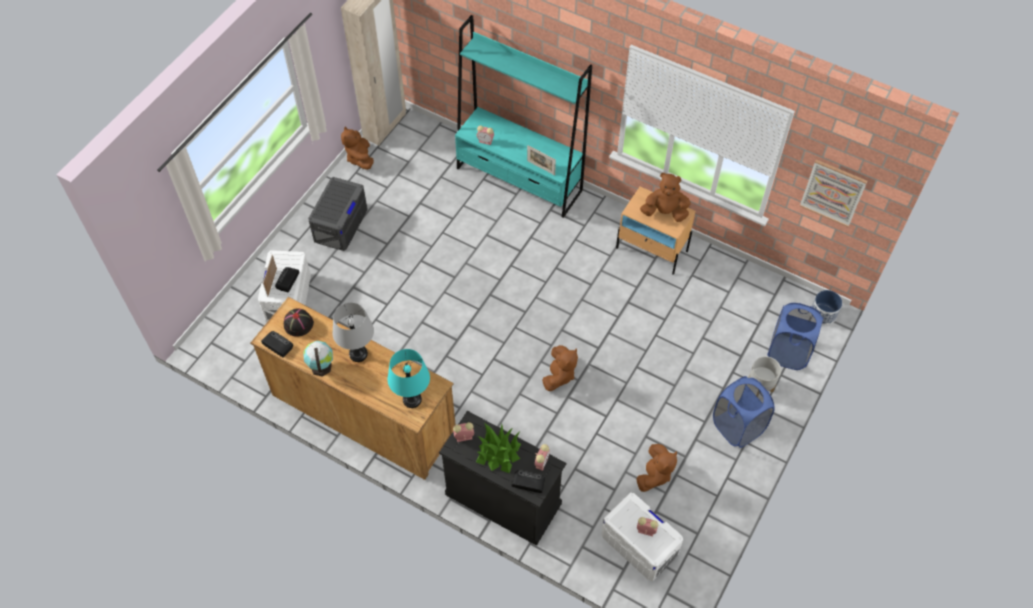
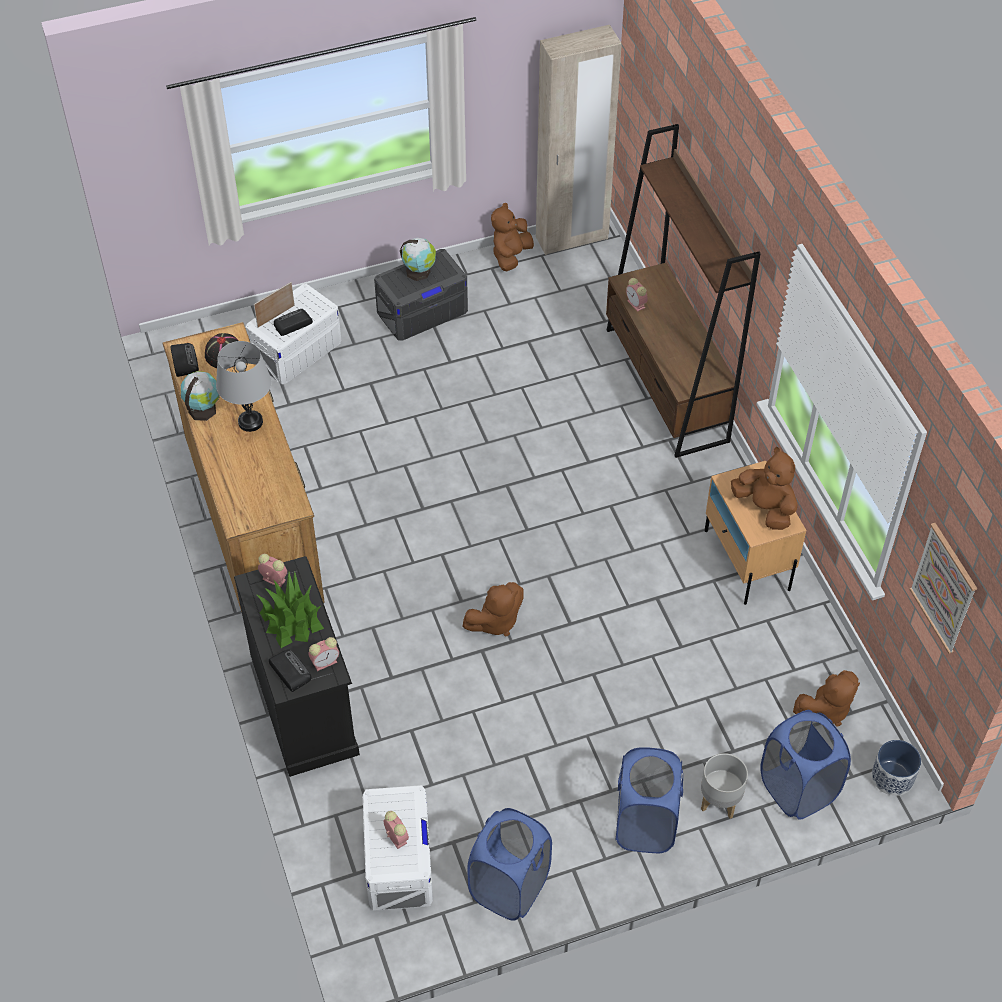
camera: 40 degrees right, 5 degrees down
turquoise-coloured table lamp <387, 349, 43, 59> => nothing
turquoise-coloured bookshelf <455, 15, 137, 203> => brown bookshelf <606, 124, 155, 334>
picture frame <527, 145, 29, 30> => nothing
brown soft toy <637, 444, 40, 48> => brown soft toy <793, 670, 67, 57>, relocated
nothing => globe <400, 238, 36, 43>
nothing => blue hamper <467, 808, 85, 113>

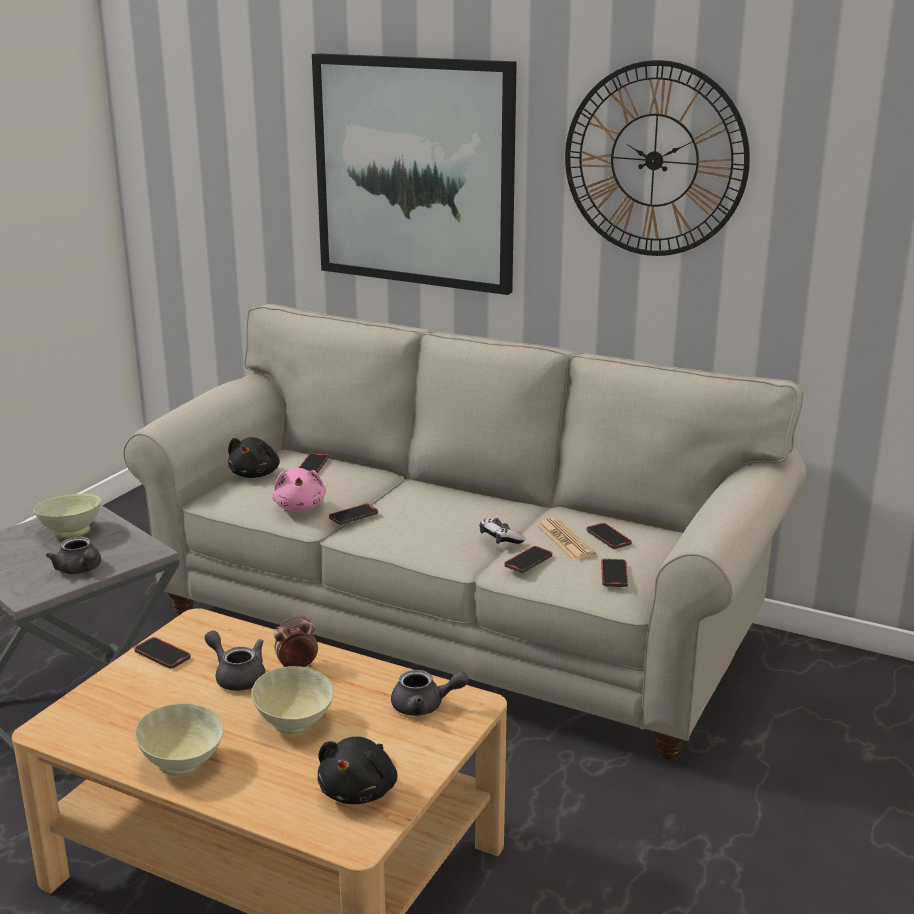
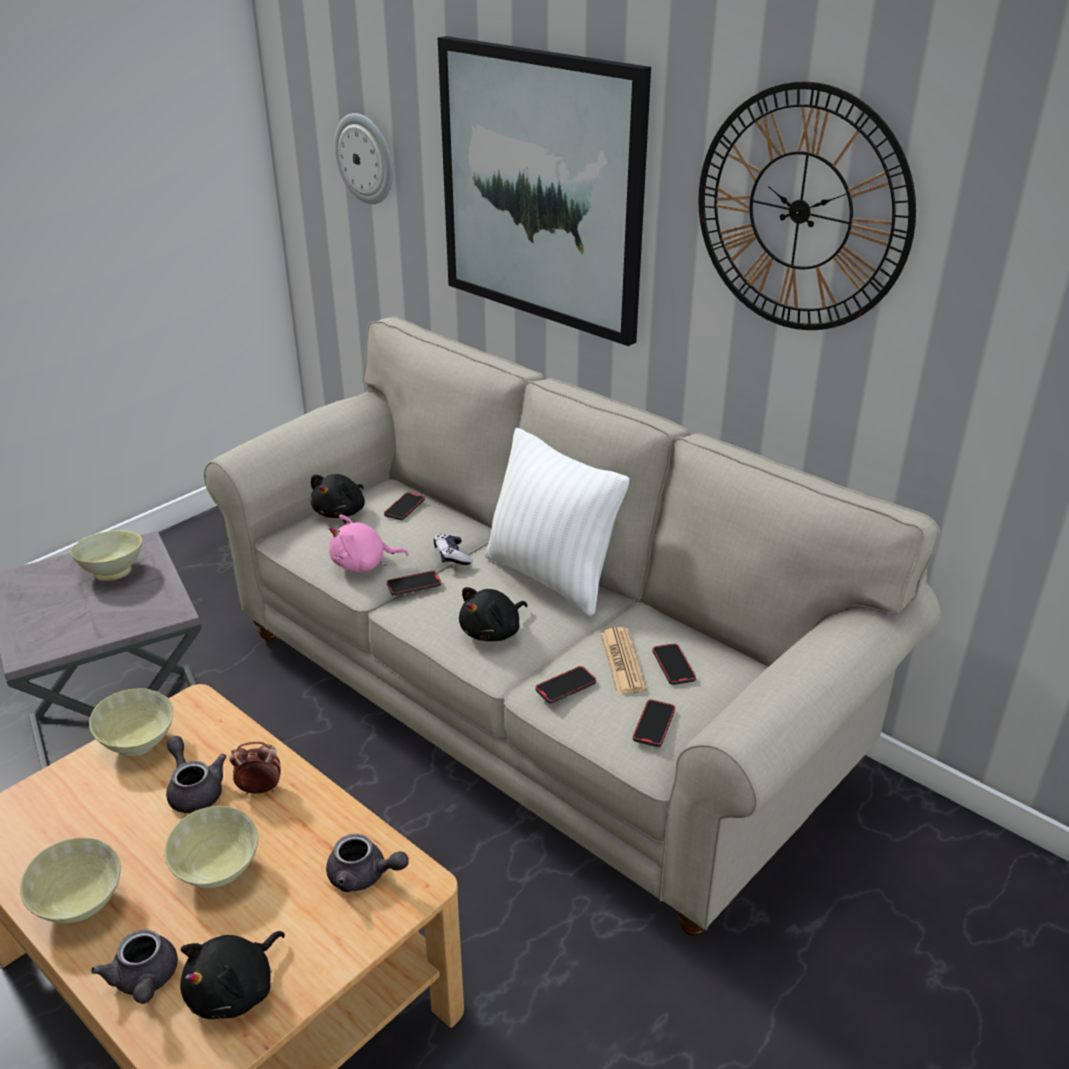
camera: 15 degrees right, 10 degrees up
gray pot for tea <46, 537, 55, 37> => gray pot for tea <91, 930, 87, 74>, relocated
phone <134, 637, 57, 32> => beige-coloured serving bowl <89, 688, 84, 69>
pink soft toy <272, 468, 54, 44> => pink soft toy <329, 515, 80, 57>, 75 degrees clockwise
joypad <479, 518, 46, 26> => joypad <434, 534, 39, 31>, relocated
nothing => hanging clock <334, 113, 59, 91>
nothing => black-coloured soft toy <459, 587, 69, 54>
nothing => white pillow <485, 428, 145, 188>

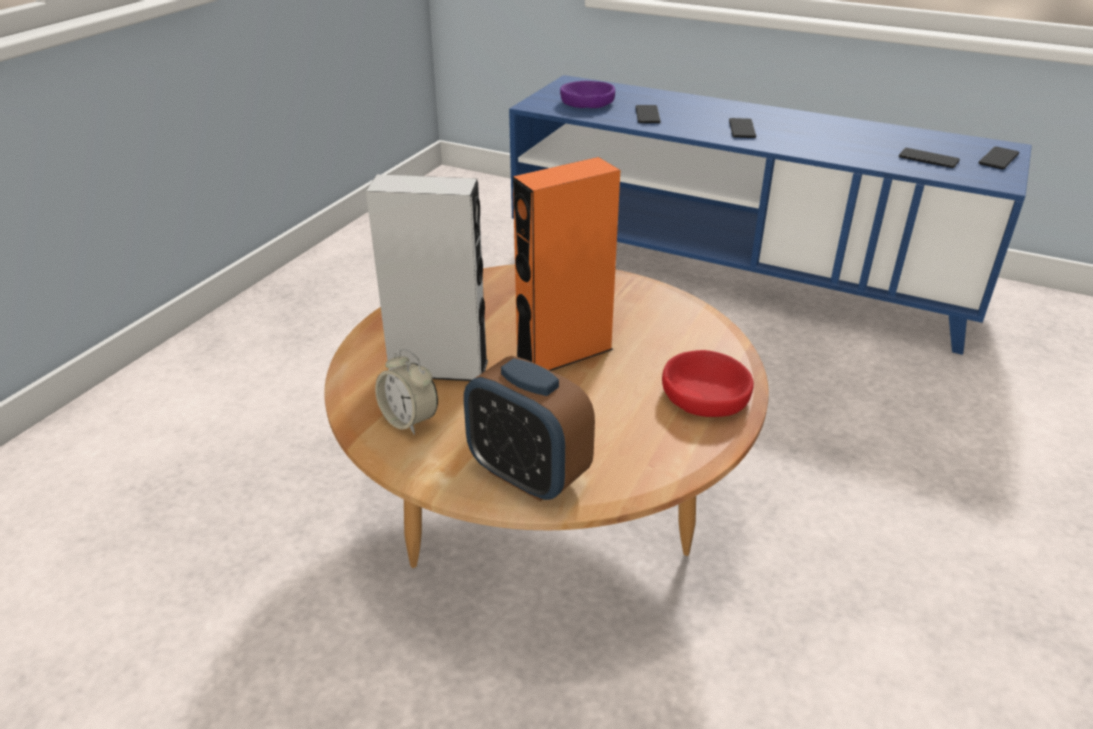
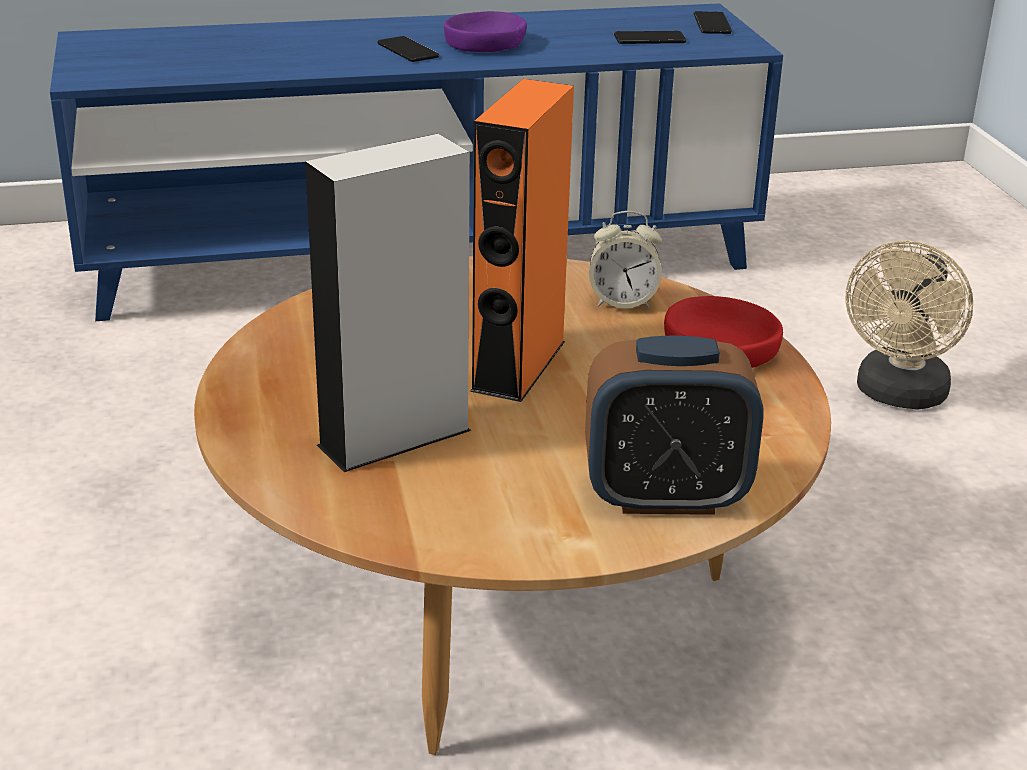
camera: 40 degrees left, 5 degrees down
table clock <375, 349, 63, 86> => table clock <589, 211, 73, 98>, relocated
purple serving bowl <560, 81, 55, 27> => purple serving bowl <444, 11, 83, 41>, relocated
phone <636, 105, 25, 18> => nothing
nothing => beige-coloured cooling fan <845, 240, 128, 170>

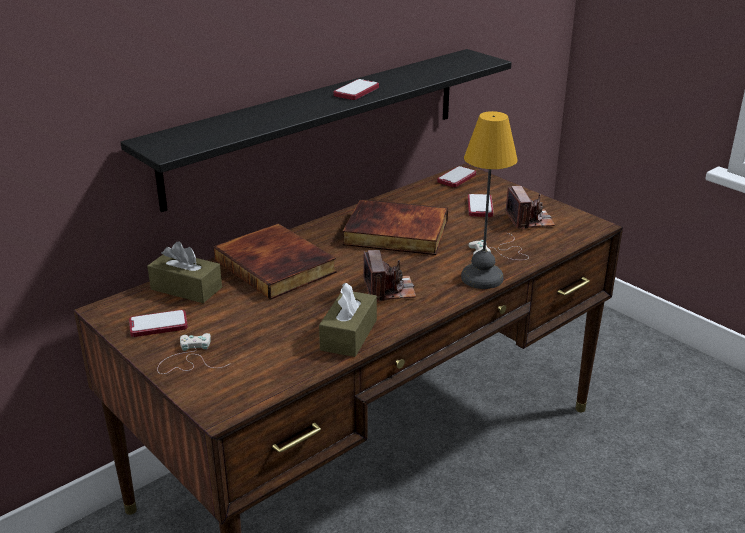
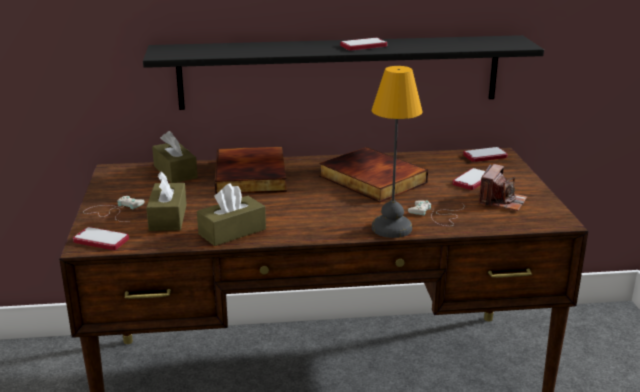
camera: 35 degrees right, 5 degrees down
phone <129, 310, 59, 27> => phone <73, 227, 56, 23>, relocated
photo camera <363, 250, 53, 52> => nothing
nothing => brown tissue box <146, 171, 41, 60>

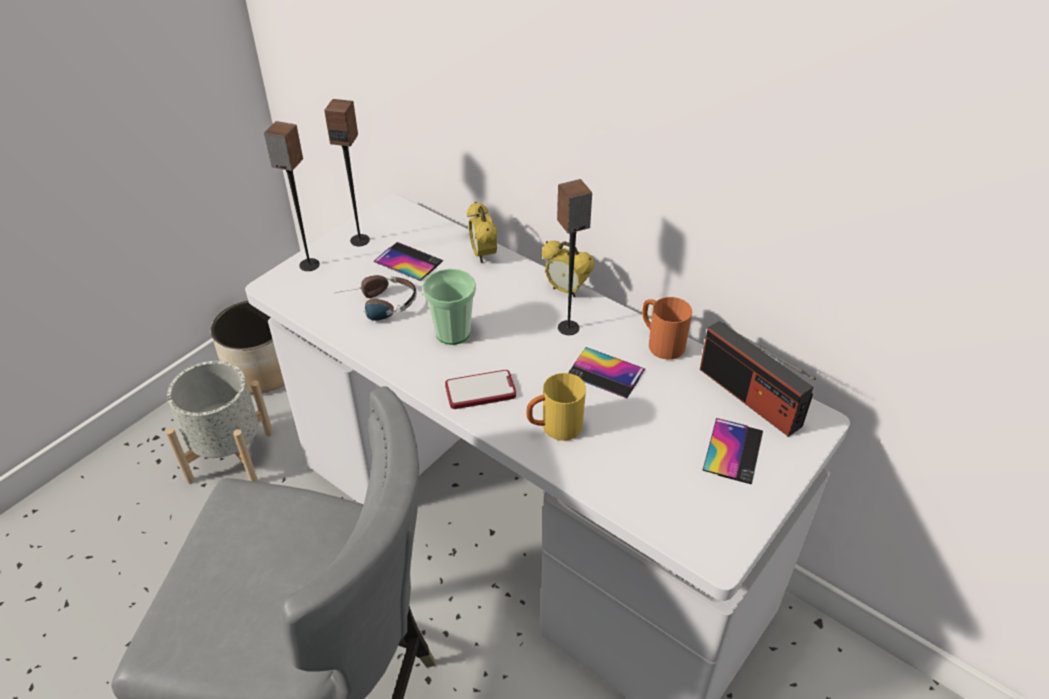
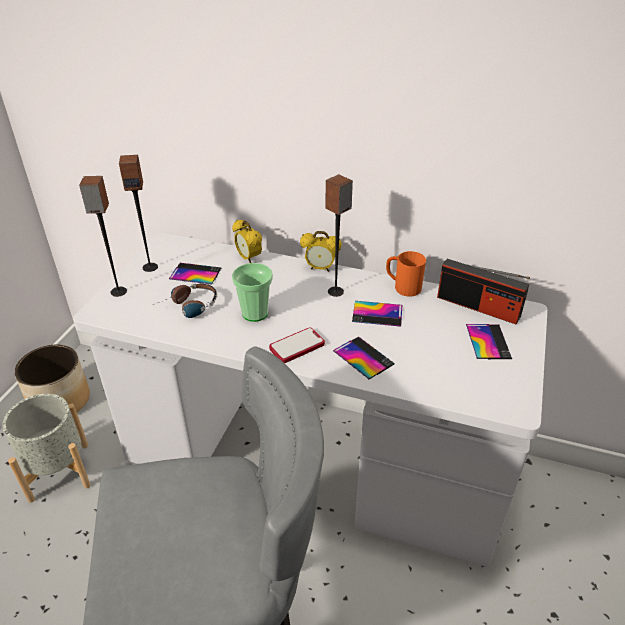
camera: 20 degrees left, 5 degrees down
yellow mug <527, 373, 59, 68> => phone <333, 337, 62, 42>

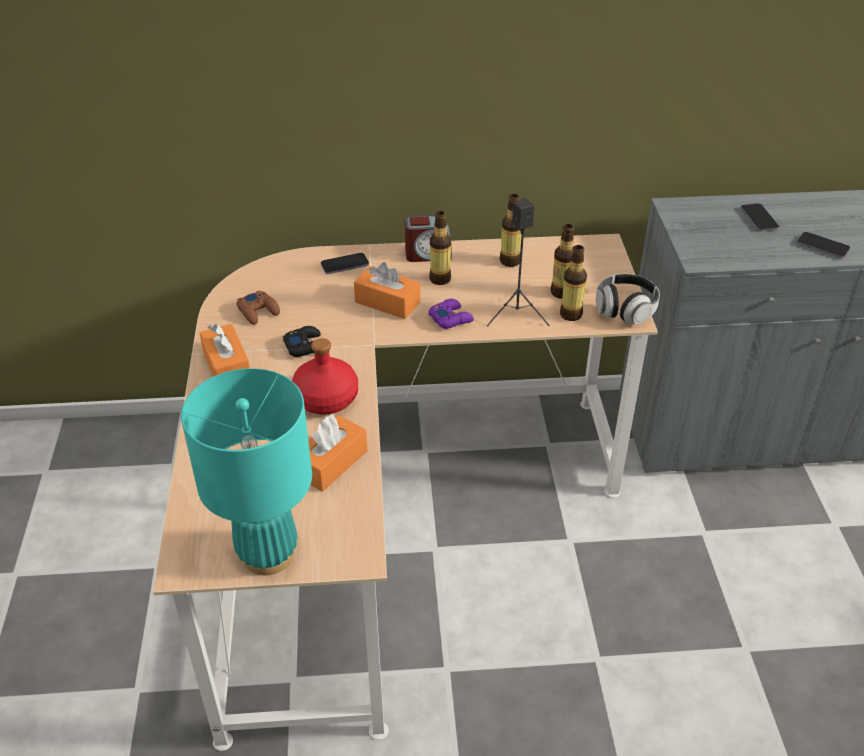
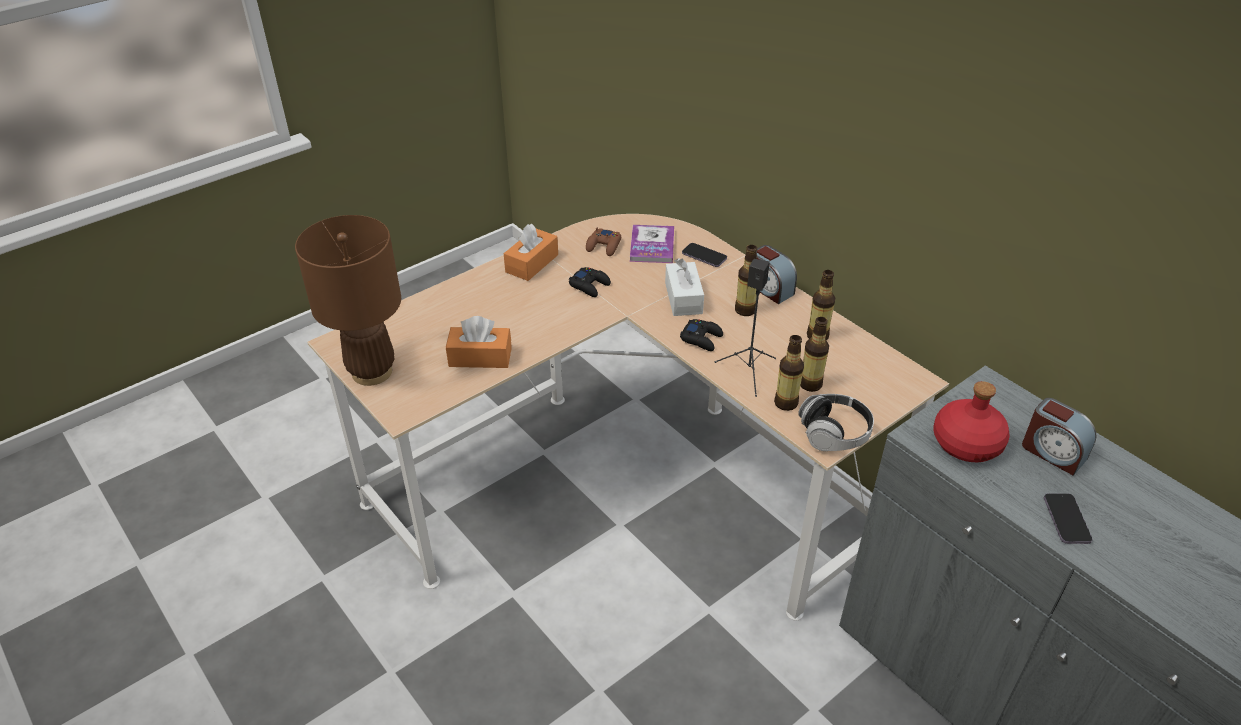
camera: 55 degrees right, 0 degrees up
turquoise-coloured table lamp <181, 368, 131, 207> => brown table lamp <295, 215, 106, 171>
red beverage bottle <292, 338, 66, 77> => red beverage bottle <933, 381, 77, 81>, relocated
orange tissue box <354, 262, 66, 57> => white tissue box <665, 258, 39, 58>
purple joypad <428, 299, 46, 30> => black-coloured joypad <680, 319, 43, 32>
phone <741, 203, 38, 28> => table clock <1022, 398, 75, 78>
nothing => book <630, 225, 44, 38>

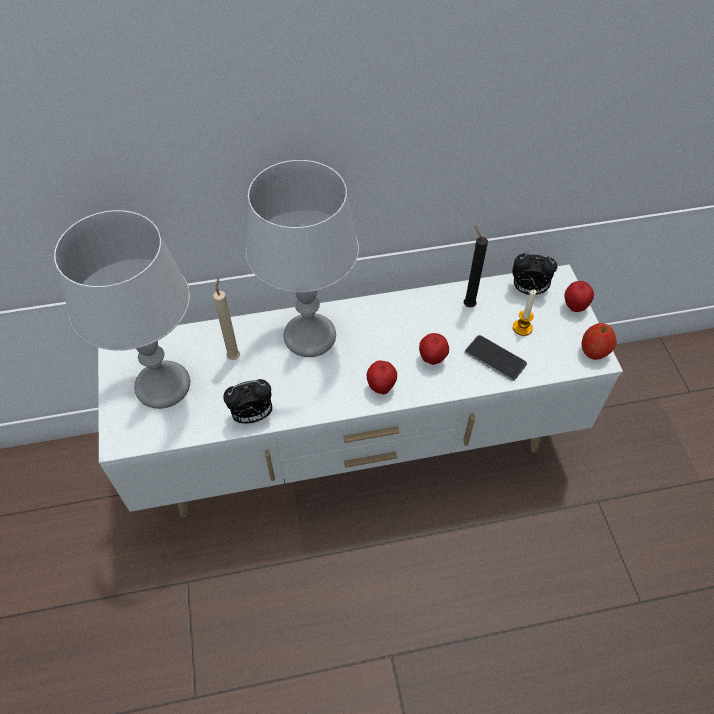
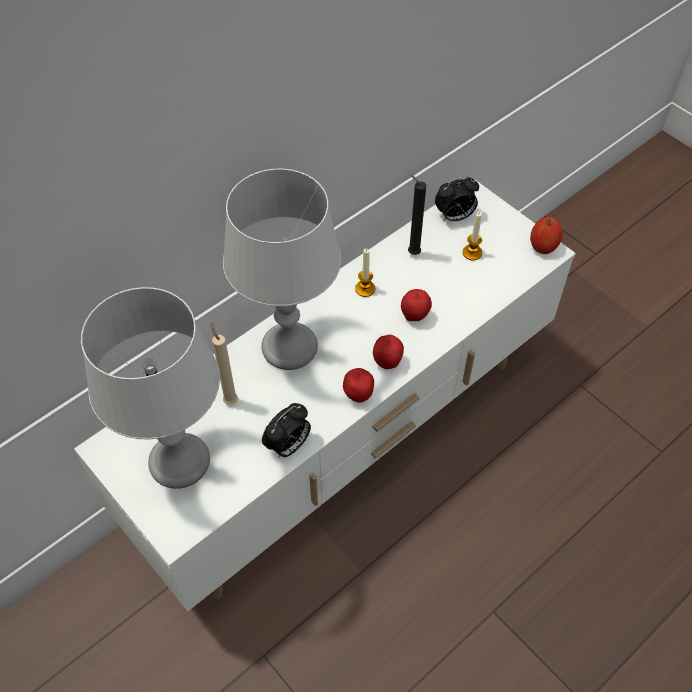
camera: 30 degrees left, 0 degrees up
phone <465, 335, 62, 46> => nothing
apple <564, 281, 30, 31> => apple <343, 368, 31, 35>, relocated
nothing => candle <355, 249, 20, 48>

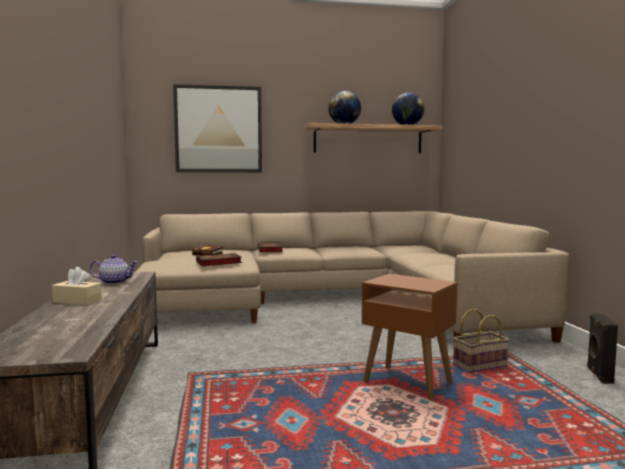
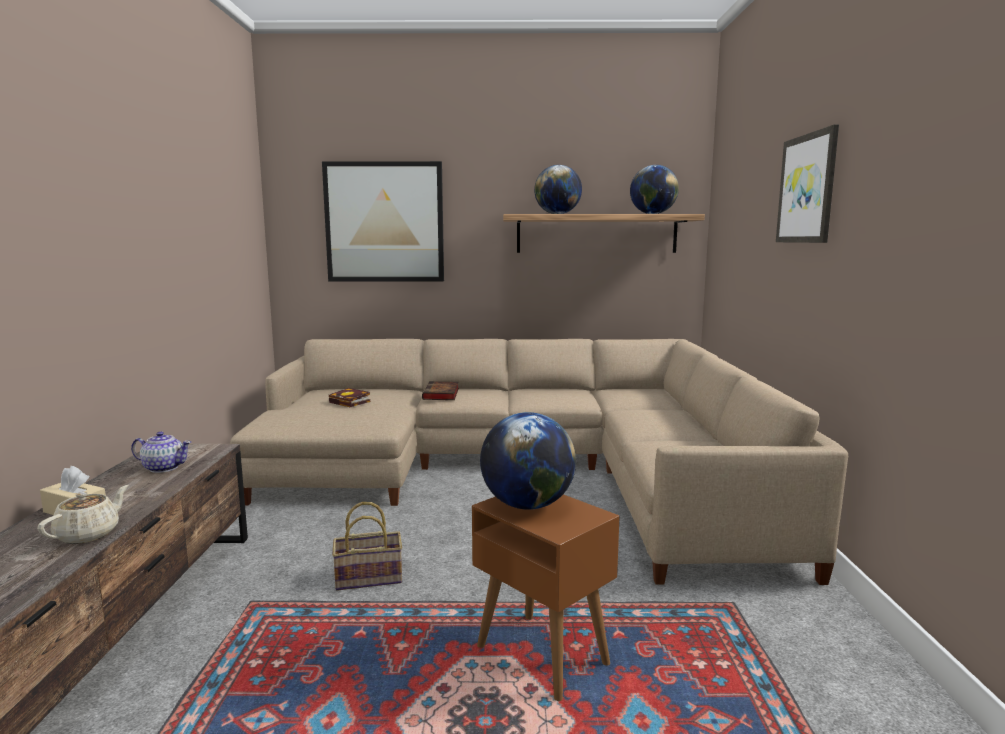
camera: 10 degrees right, 5 degrees up
book <196, 253, 46, 14> => nothing
basket <453, 309, 57, 64> => basket <332, 502, 70, 89>, relocated
black-coloured speaker <587, 313, 31, 71> => nothing
nothing => beige-coloured pot for tea <37, 485, 92, 59>
nothing => globe <480, 412, 96, 98>
nothing => wall picture <776, 124, 63, 119>

